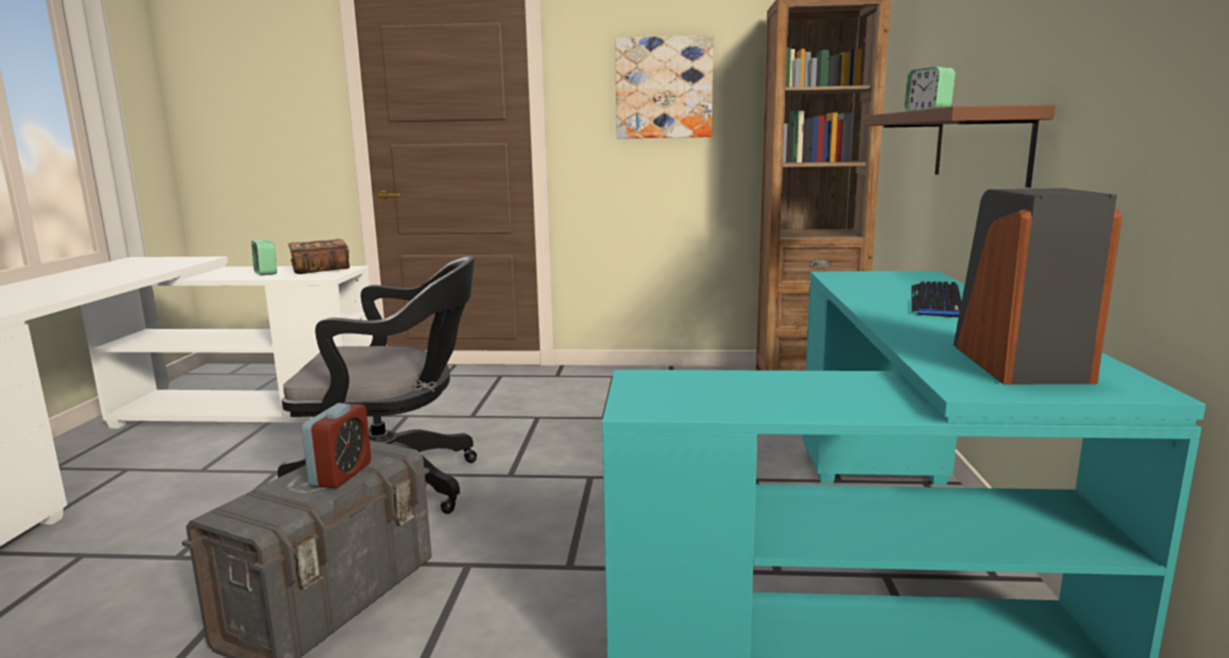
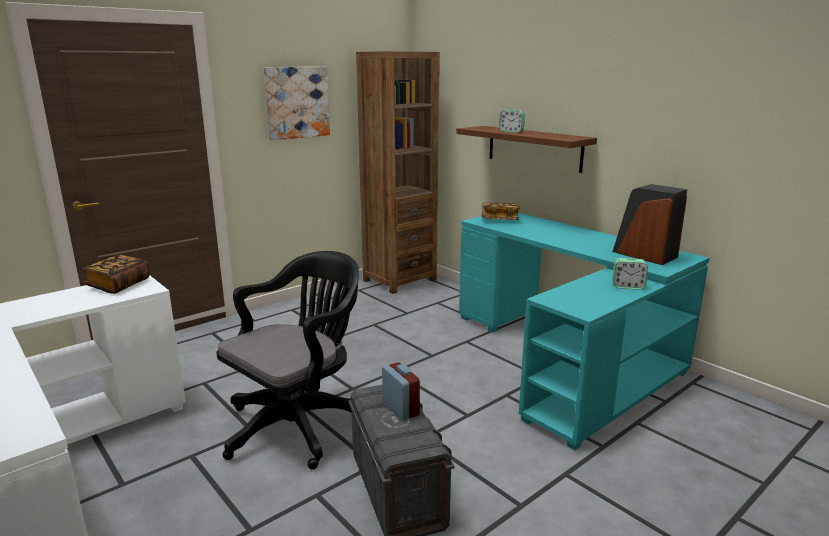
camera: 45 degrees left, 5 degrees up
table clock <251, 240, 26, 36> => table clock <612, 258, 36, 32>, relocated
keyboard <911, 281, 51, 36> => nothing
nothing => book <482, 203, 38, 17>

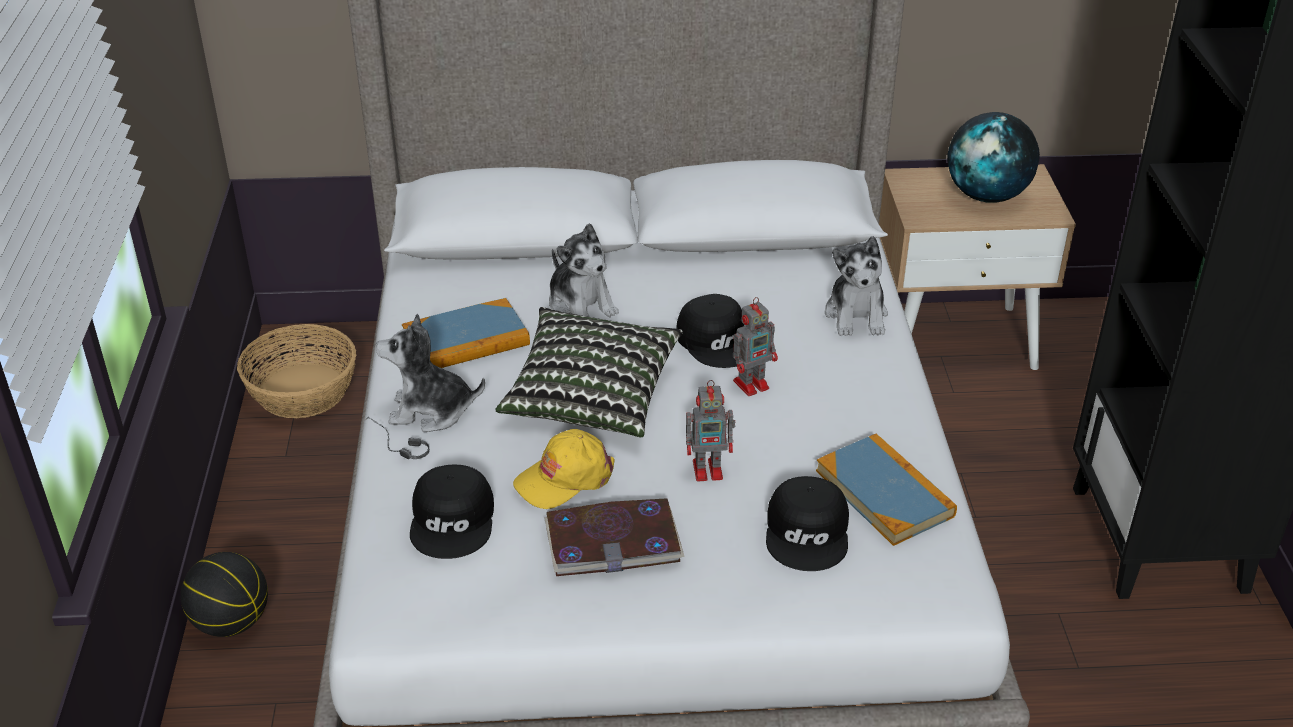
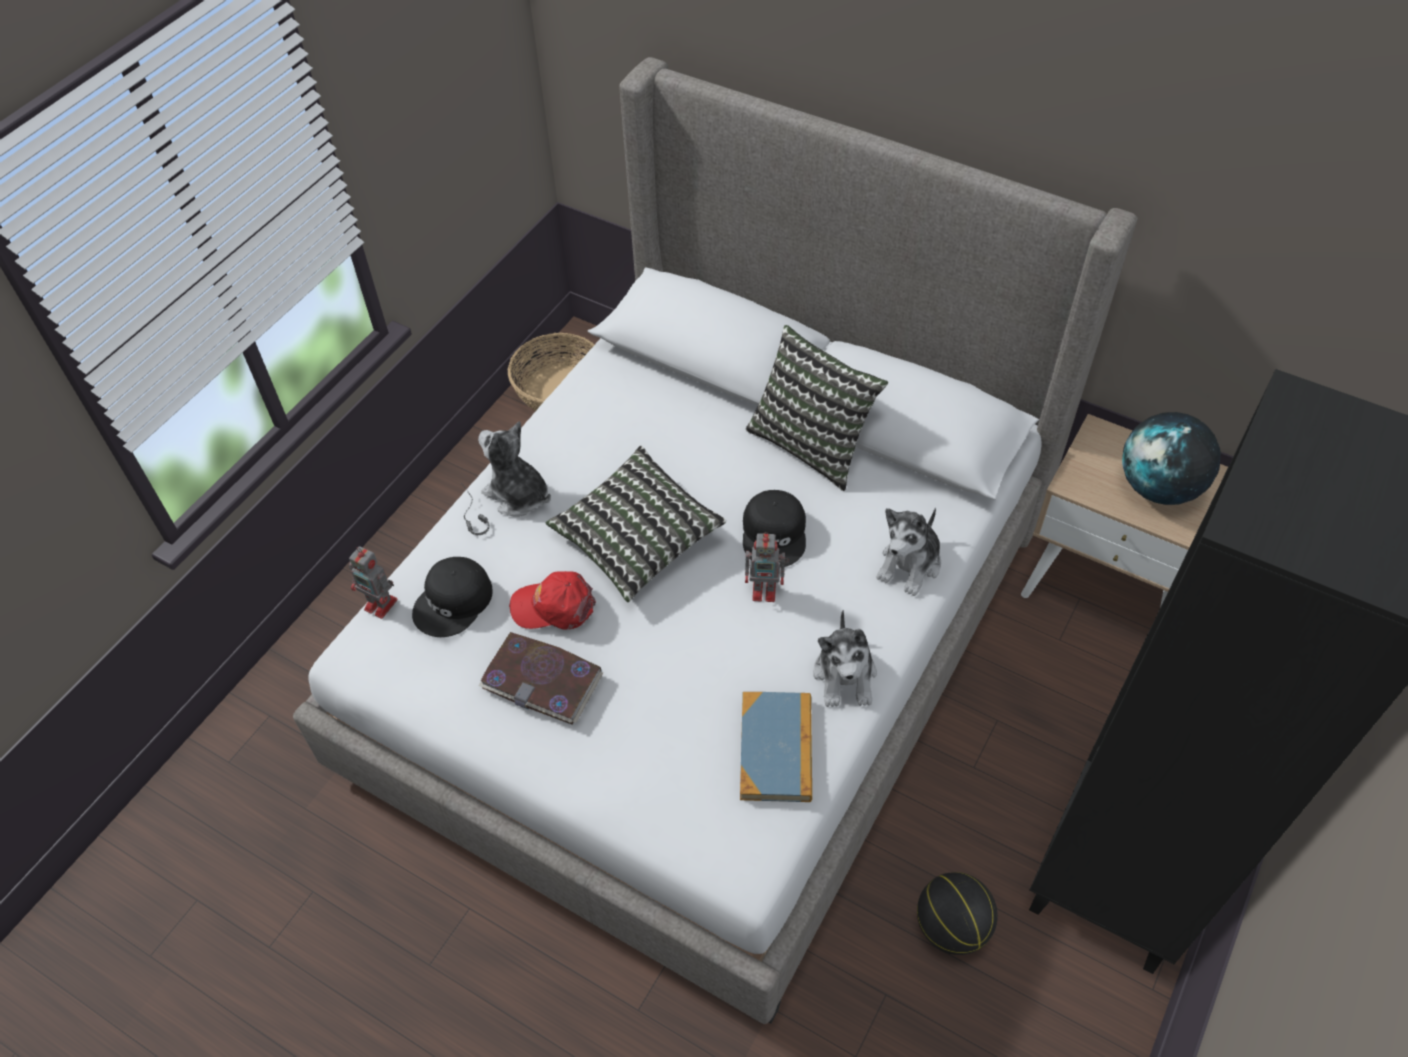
camera: 35 degrees right, 15 degrees up
basketball ball <181, 552, 87, 85> => basketball ball <917, 872, 81, 83>, relocated
book <402, 298, 128, 70> => nothing
yellow baseball cap <513, 429, 102, 80> => red baseball cap <509, 571, 87, 59>
soft toy <549, 223, 70, 94> => soft toy <813, 610, 64, 97>, relocated
toy robot <686, 380, 50, 101> => toy robot <349, 546, 49, 73>, relocated
black-coloured baseball cap <766, 476, 83, 95> => nothing
nothing => pillow <746, 325, 142, 166>

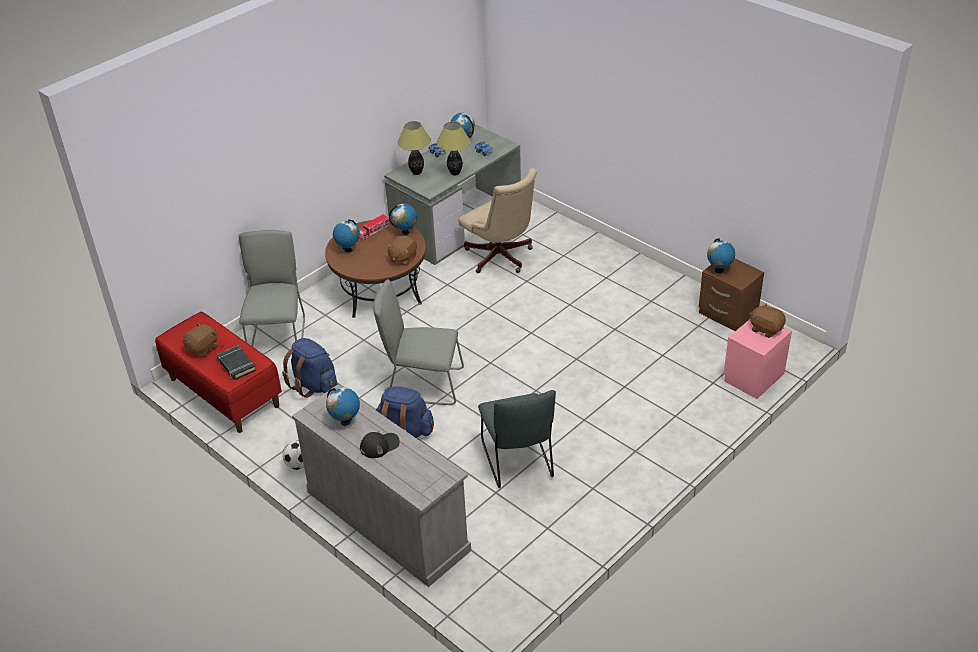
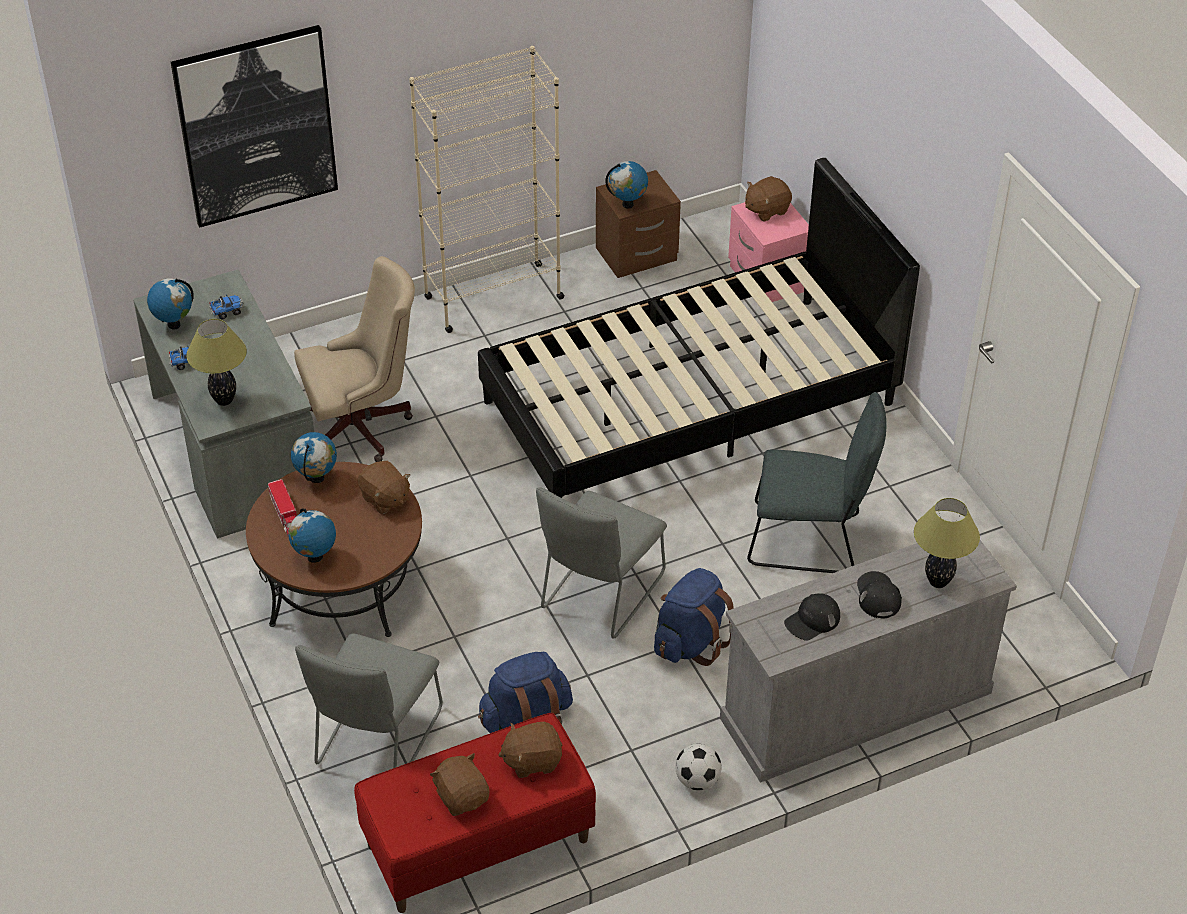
camera: 70 degrees left, 5 degrees up
black-coloured book <217, 345, 39, 35> => brown soft toy <498, 722, 64, 56>
gray chair <239, 230, 66, 117> => gray chair <295, 633, 148, 135>, 90 degrees counterclockwise
globe <326, 387, 34, 39> => black-coloured baseball cap <784, 593, 56, 48>
table lamp <437, 122, 33, 54> => table lamp <914, 498, 66, 90>, relocated
nothing => wall picture <171, 25, 167, 203>
nothing => beige-coloured bookshelf <409, 46, 156, 287>
nothing => black-coloured bedroom bed <478, 158, 442, 340>

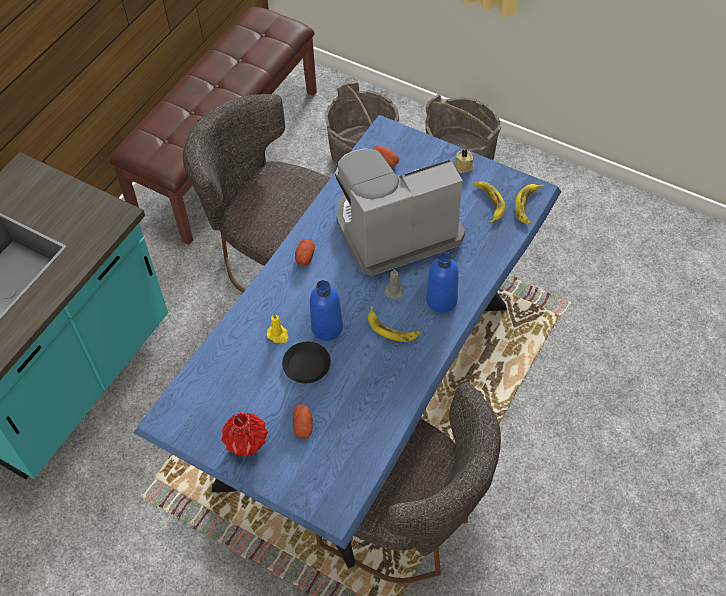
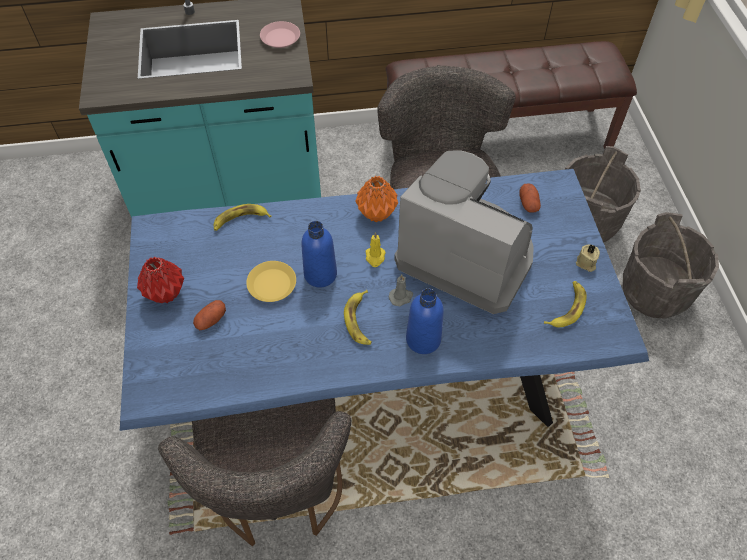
camera: 50 degrees right, 0 degrees up
yellow candle <267, 313, 21, 30> => yellow candle <366, 232, 20, 35>, relocated
black-coloured dinner plate <282, 342, 49, 41> => yellow dinner plate <246, 261, 50, 41>
spud <295, 239, 20, 27> => orange decorative vase <355, 176, 43, 46>
banana <515, 184, 29, 41> => banana <214, 204, 57, 27>, relocated
nothing => pink dinner plate <260, 21, 40, 27>

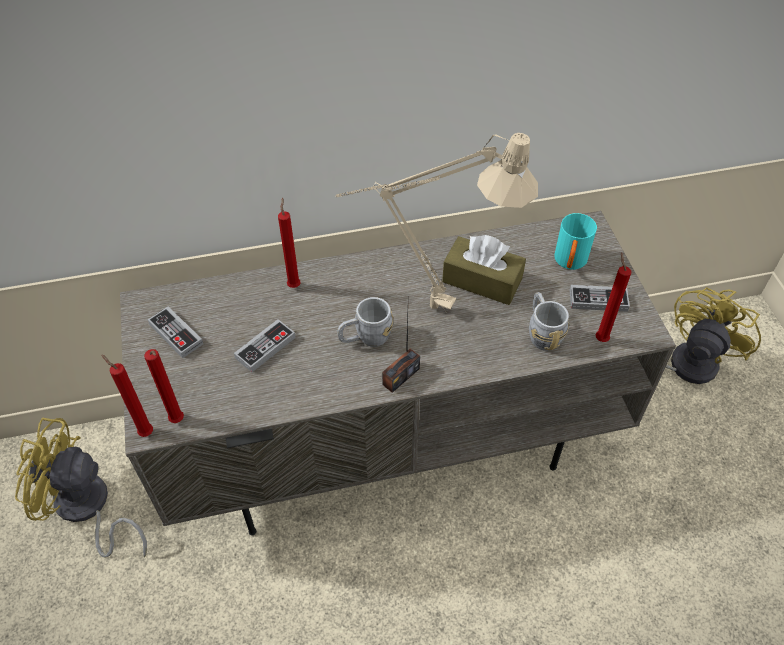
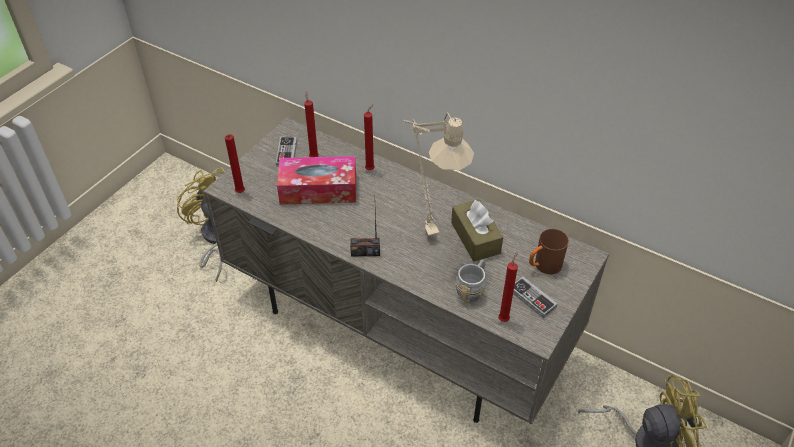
camera: 45 degrees right, 5 degrees down
red candle <101, 354, 52, 83> => red candle <304, 91, 15, 66>, relocated
joypad <234, 319, 62, 53> => tissue box <277, 156, 79, 49>
gray mug <337, 297, 56, 50> => nothing
turquoise-coloured mug <555, 213, 42, 57> => brown mug <529, 229, 40, 45>

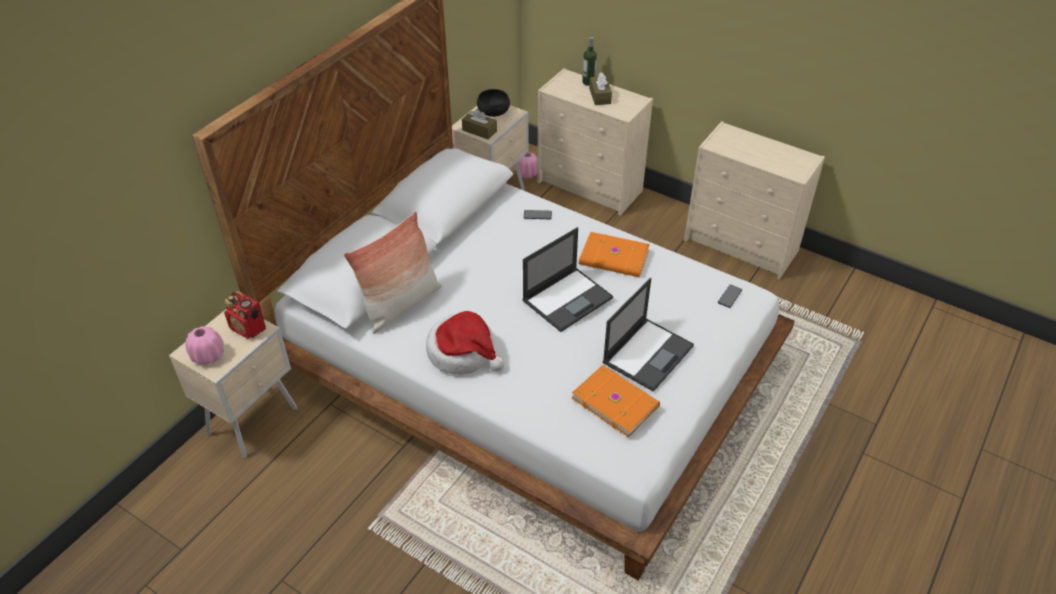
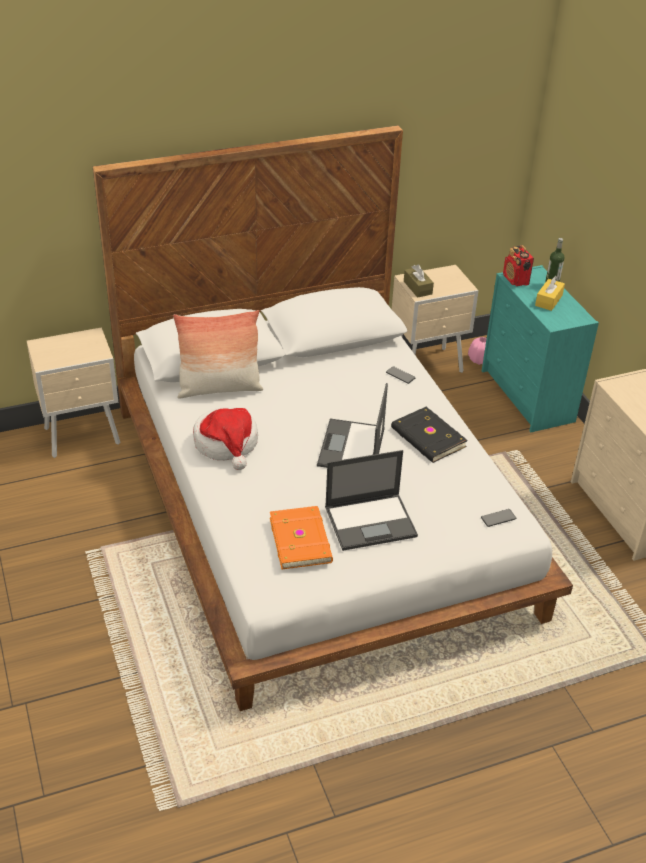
camera: 35 degrees right, 5 degrees down
pink decorative vase <185, 326, 39, 39> => nothing
radio set <224, 290, 42, 49> => radio set <503, 245, 31, 41>, relocated
black-coloured serving bowl <477, 89, 33, 28> => nothing
portable computer <523, 227, 90, 105> => portable computer <317, 383, 71, 85>, 105 degrees clockwise
beige-coloured drawer chest <537, 68, 116, 148> => turquoise-coloured drawer chest <482, 265, 117, 167>
orange book <579, 232, 71, 45> => black-coloured book <391, 407, 77, 56>
brown tissue box <589, 72, 23, 33> => yellow tissue box <535, 276, 30, 35>

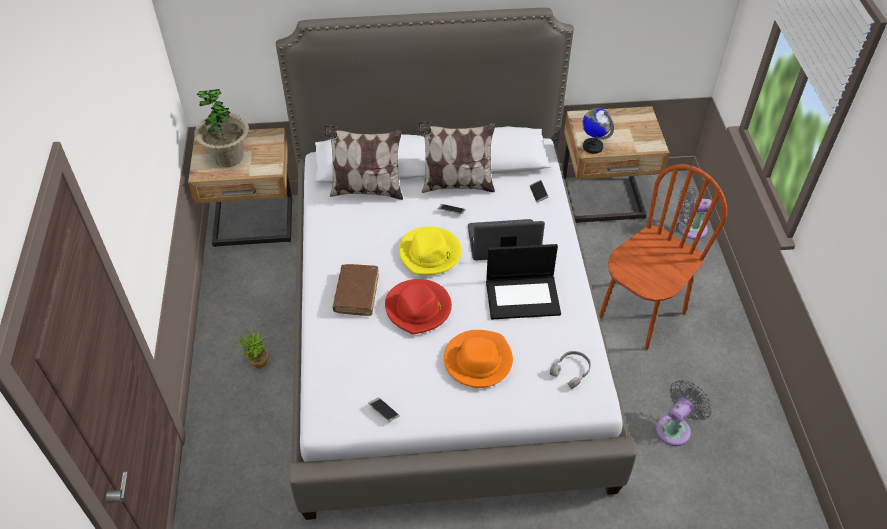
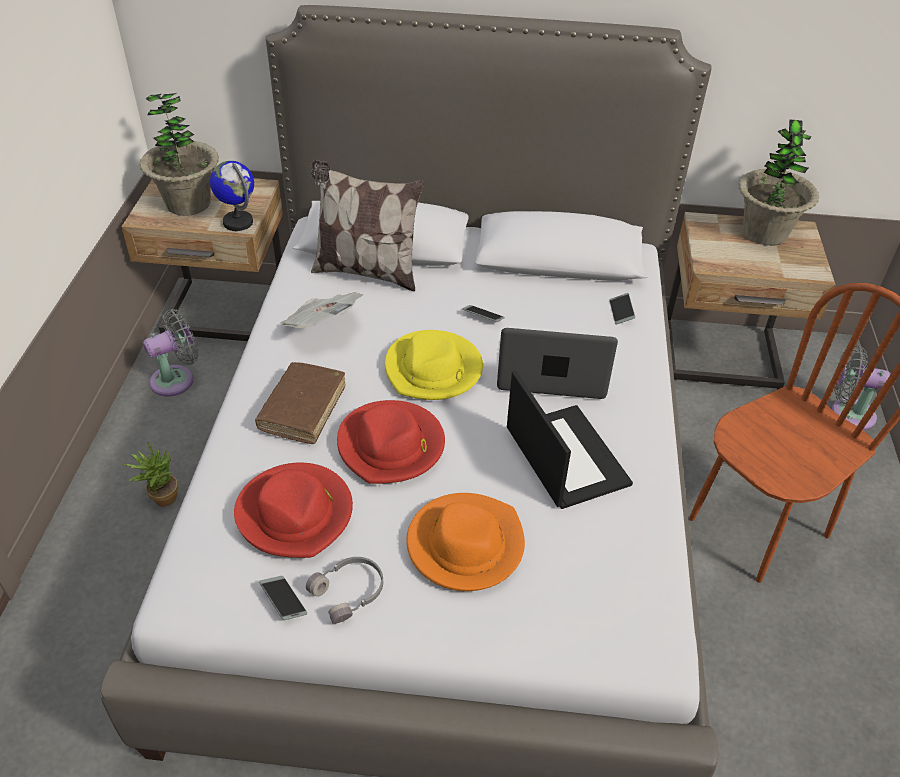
camera: 10 degrees right, 5 degrees down
pillow <418, 121, 77, 72> => nothing
portable computer <486, 244, 75, 76> => portable computer <507, 371, 126, 138>, 120 degrees counterclockwise
gray pair of headphones <550, 351, 41, 38> => gray pair of headphones <306, 557, 77, 67>, relocated
globe <582, 108, 32, 46> => globe <210, 161, 44, 70>, relocated
gray cooling fan <656, 380, 56, 66> => gray cooling fan <143, 309, 56, 88>, relocated
nothing => red clothing hat <234, 462, 119, 96>
nothing => daily paper <279, 292, 85, 36>
nothing => houseplant <738, 119, 81, 127>

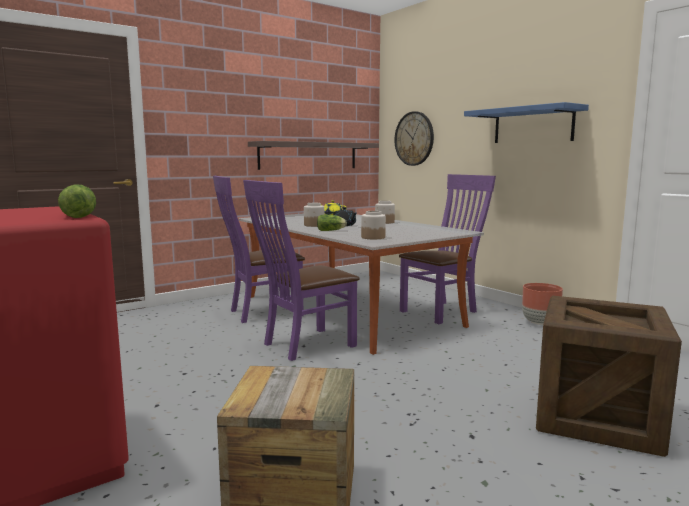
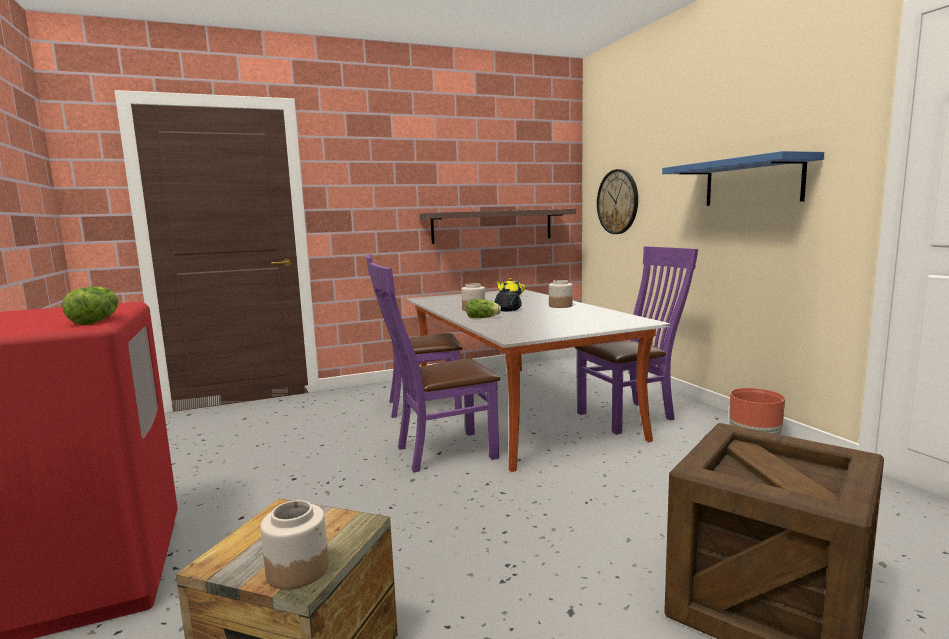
camera: 15 degrees right, 0 degrees up
storage jar <361, 211, 25, 28> => storage jar <260, 500, 69, 90>, relocated

